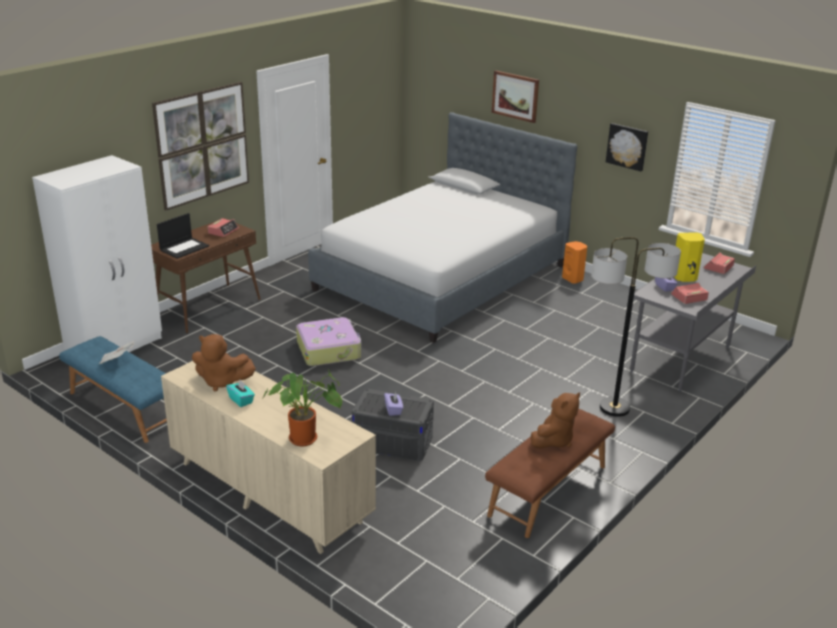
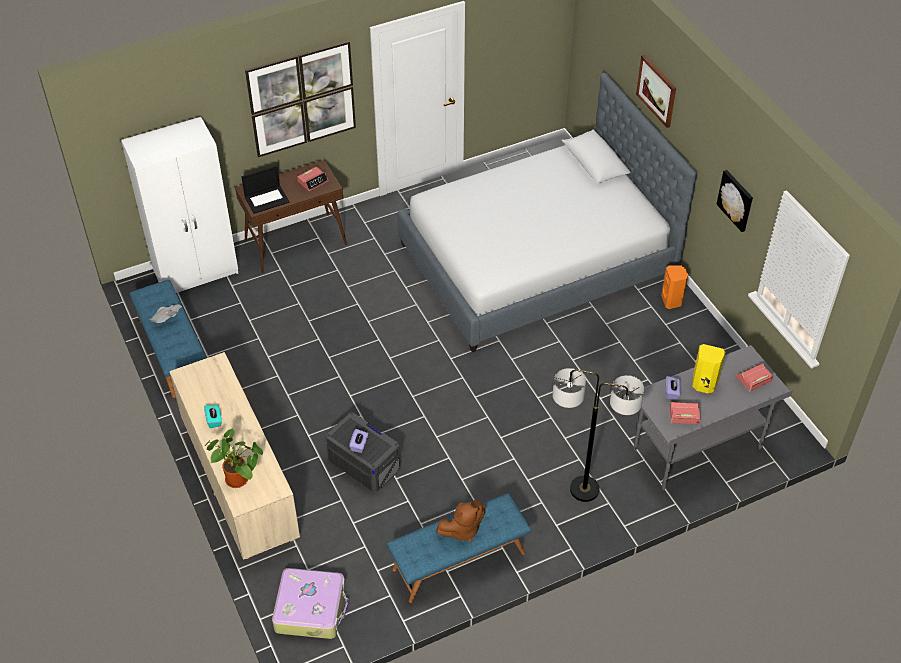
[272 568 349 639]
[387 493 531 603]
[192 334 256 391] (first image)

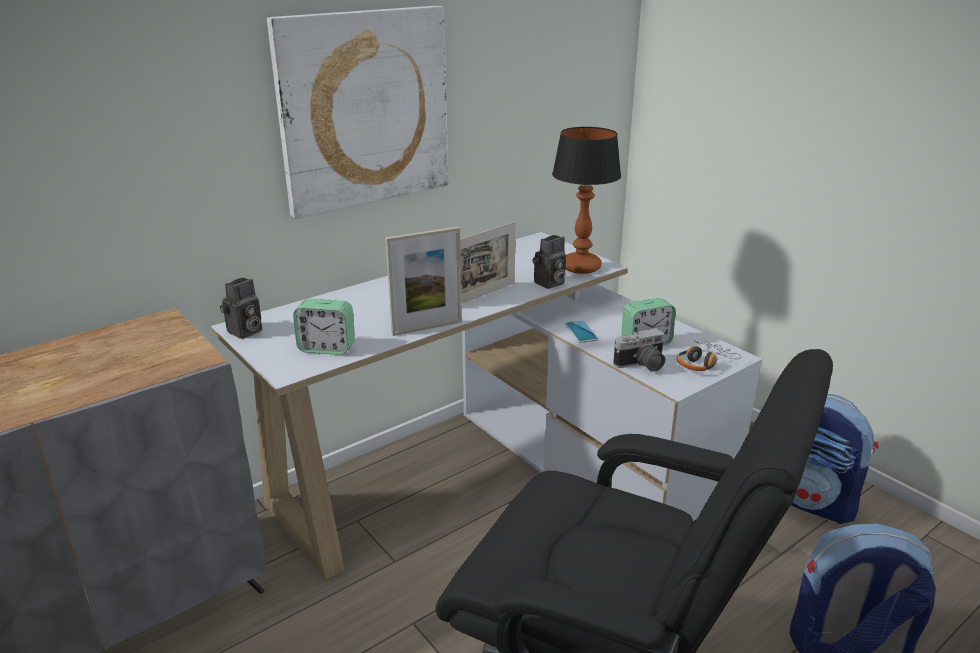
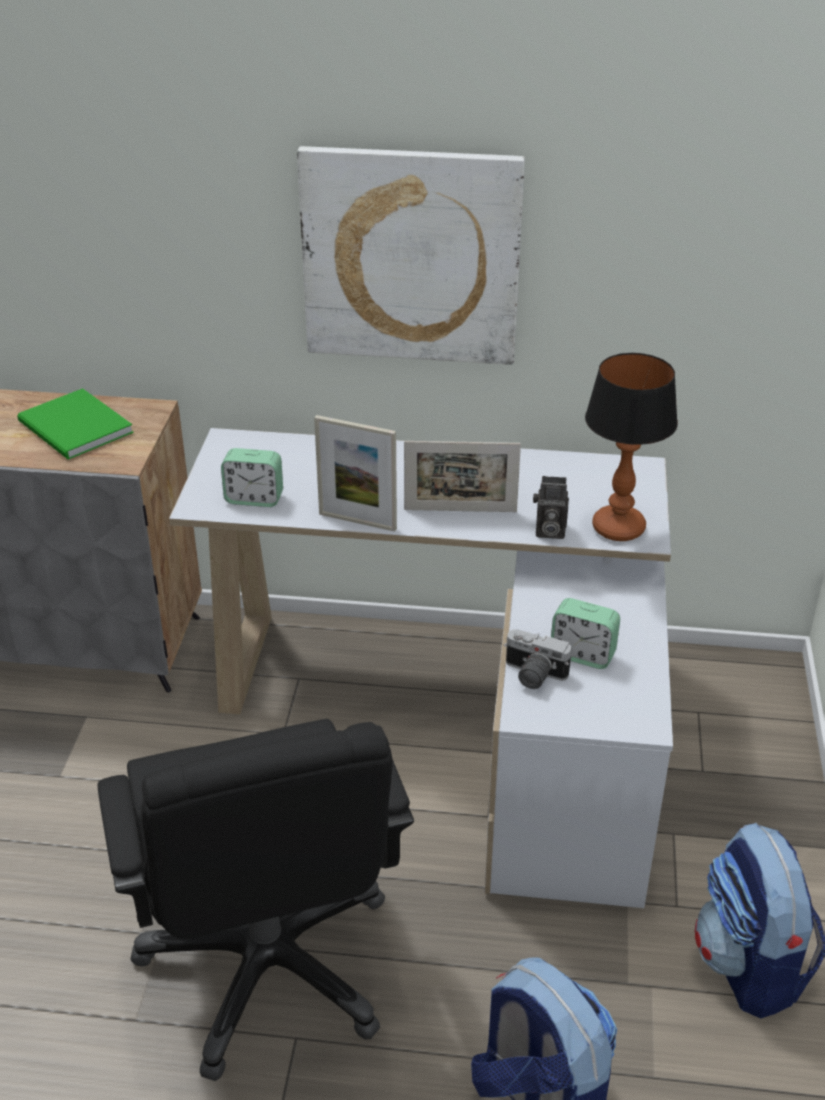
[17 388 134 460]
[221 448 283 507]
[220 278 262 339] (first image)
[565 321 599 343] (first image)
[677 341 741 371] (first image)

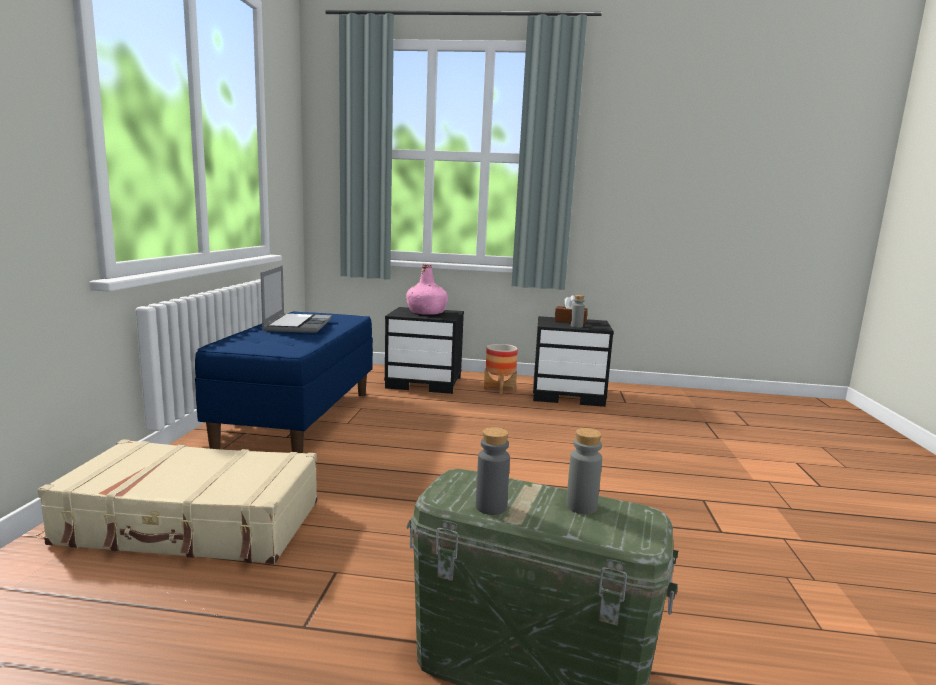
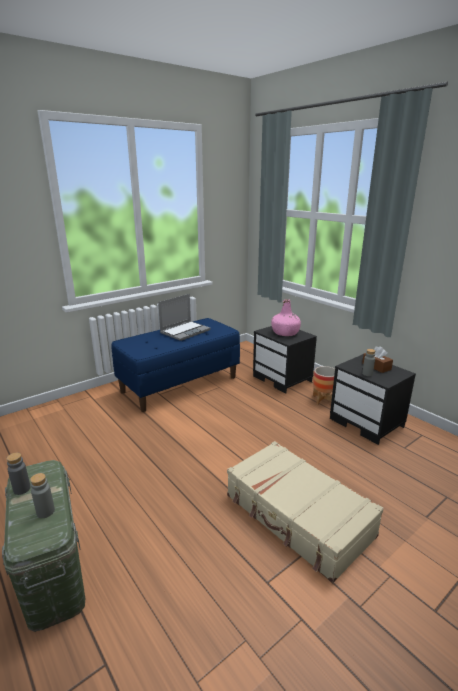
[227 441 384 583]

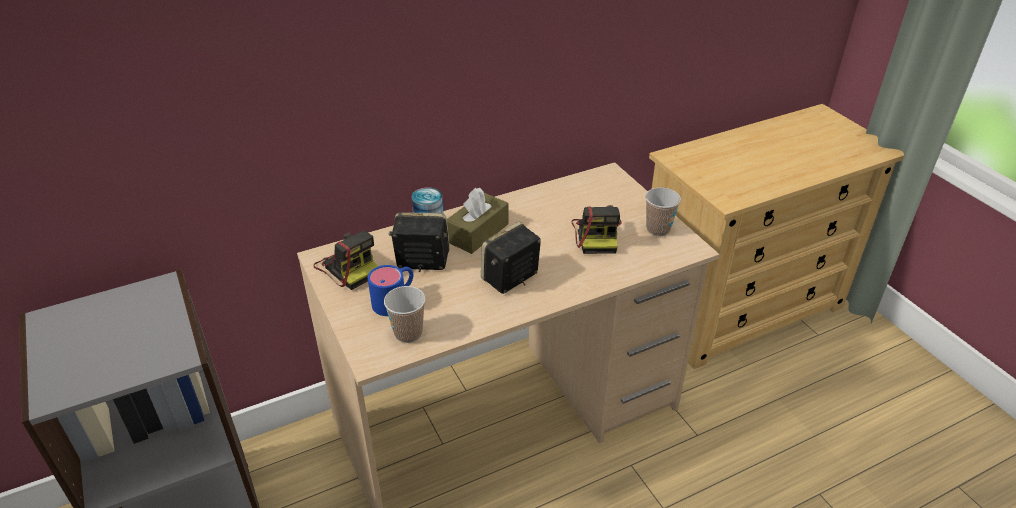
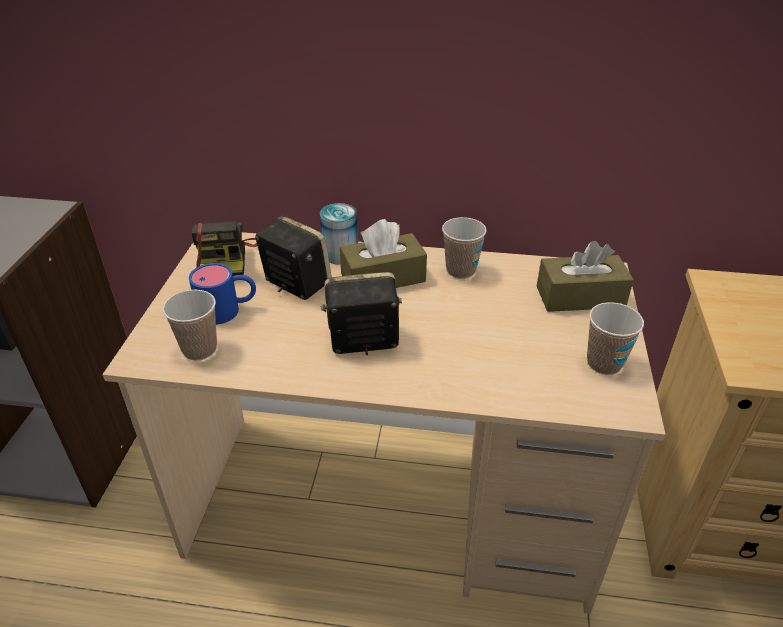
[442 217 487 279]
[537 241 634 312]
[572 205 621 254] (first image)

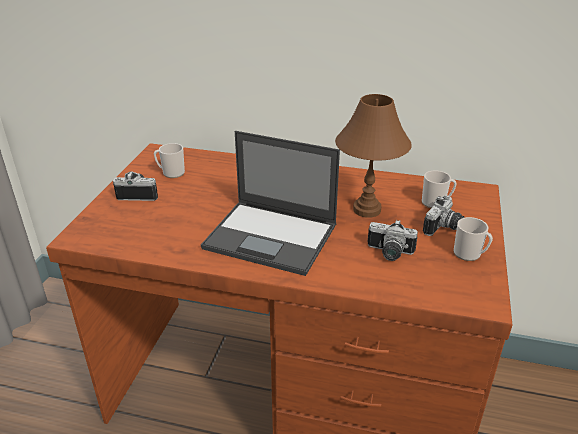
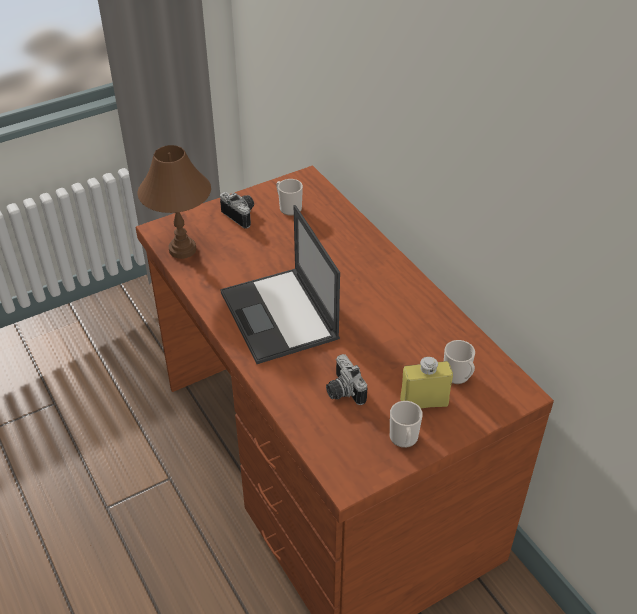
[138 145 211 259]
[400 357 453 409]

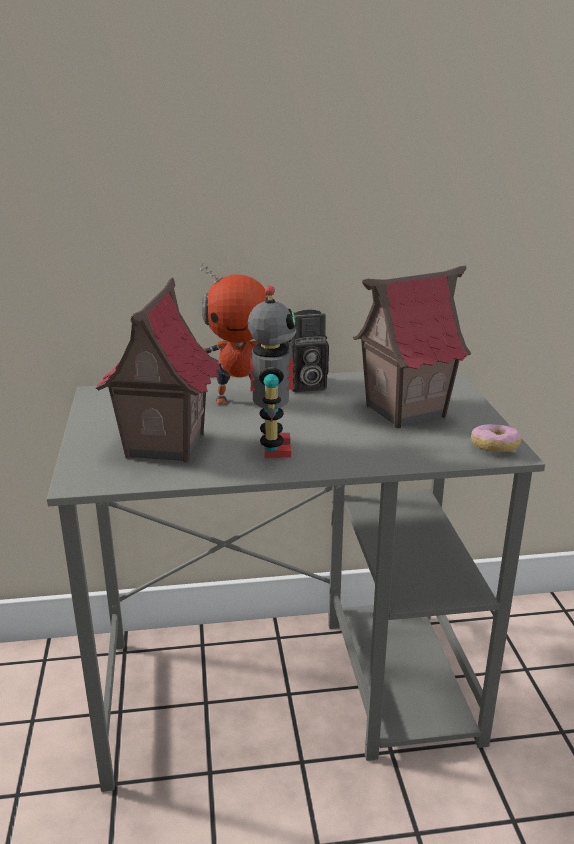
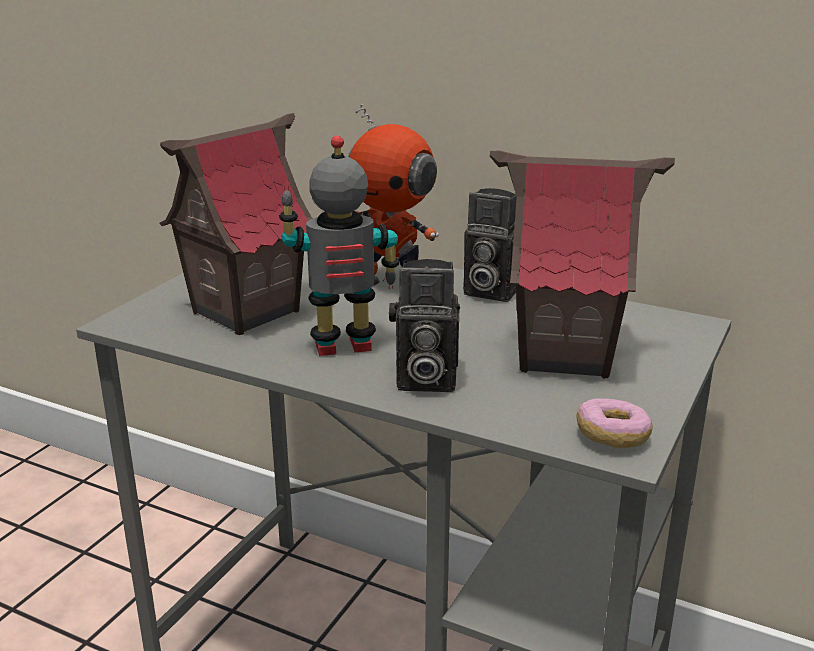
[279 136 399 356]
[389 259 460 392]

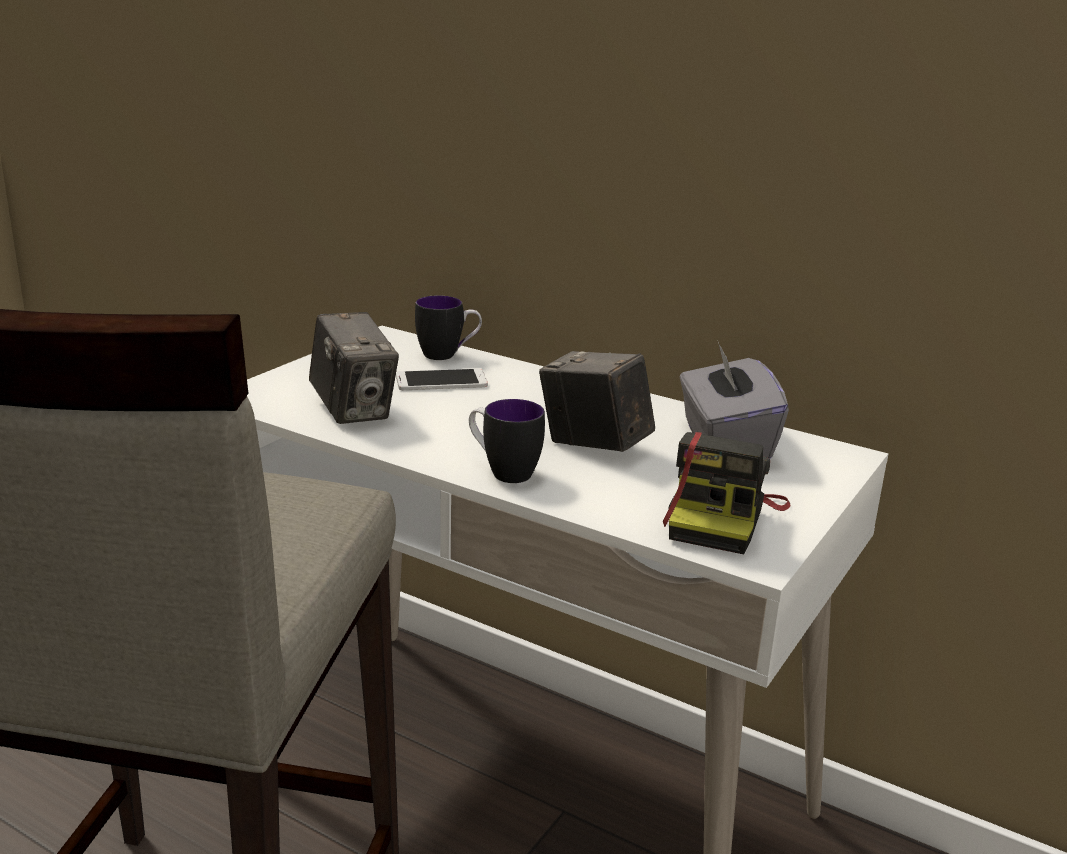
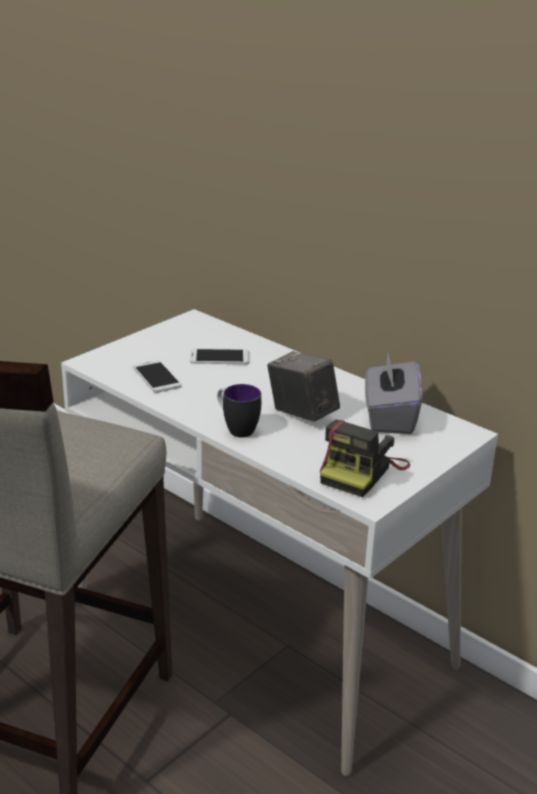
[133 360 182 393]
[415 295 482 360] (first image)

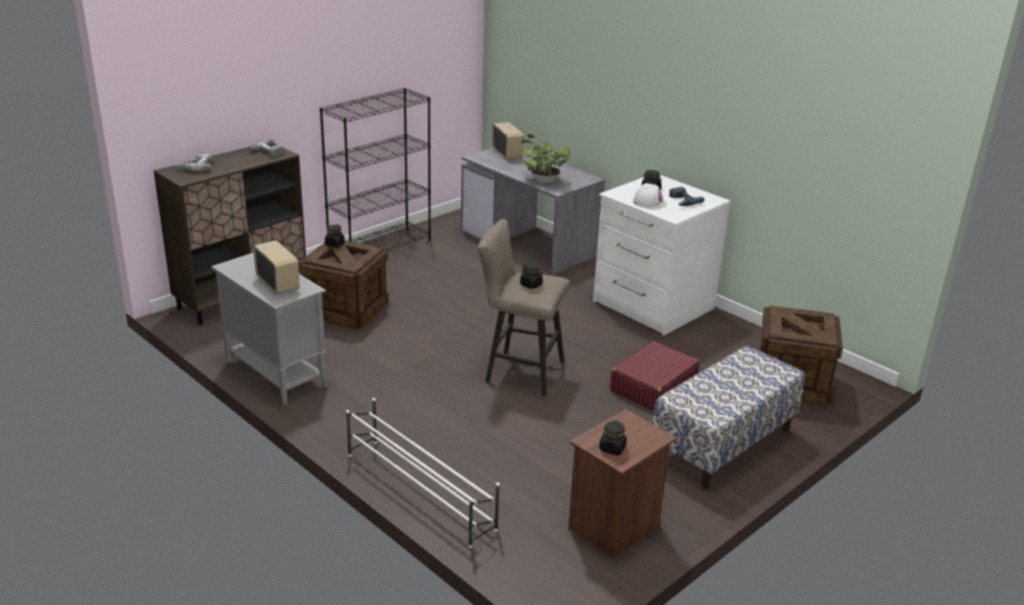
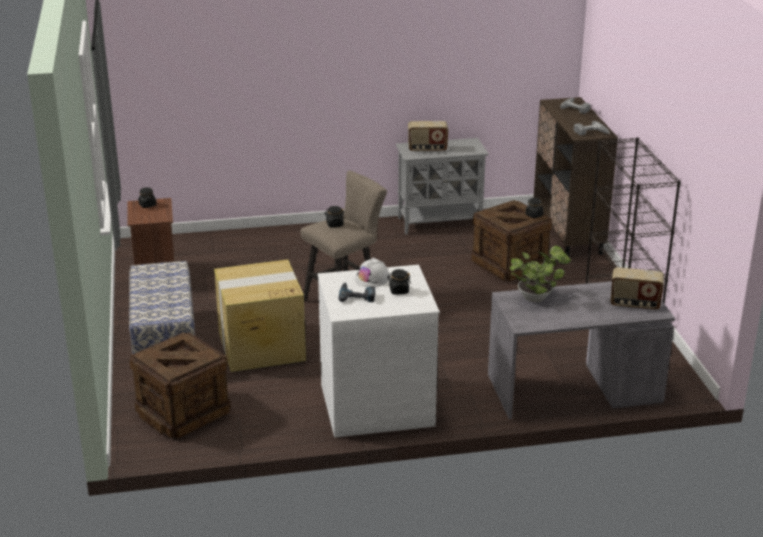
[214 259 306 372]
[346 398 500 548] (first image)

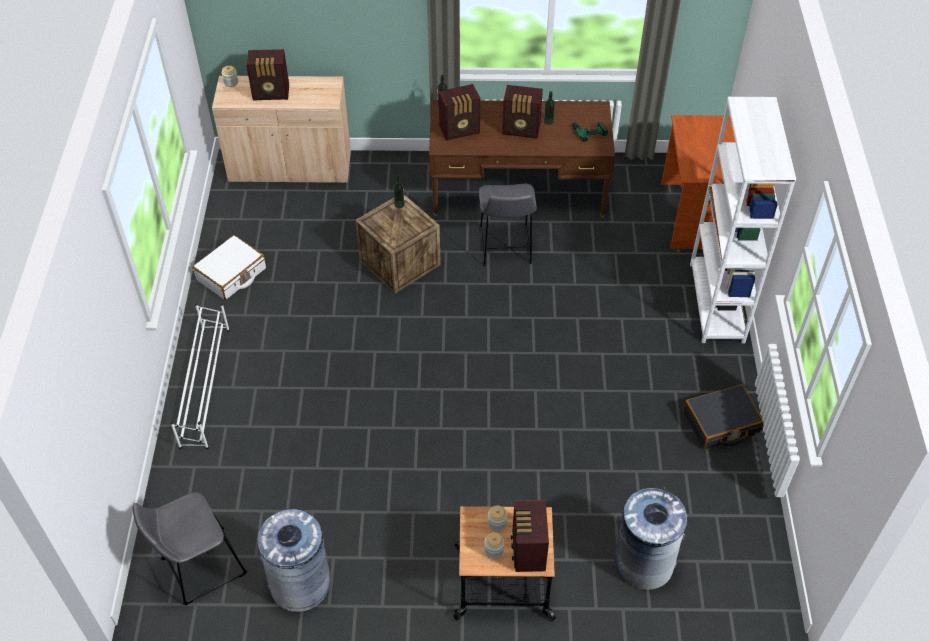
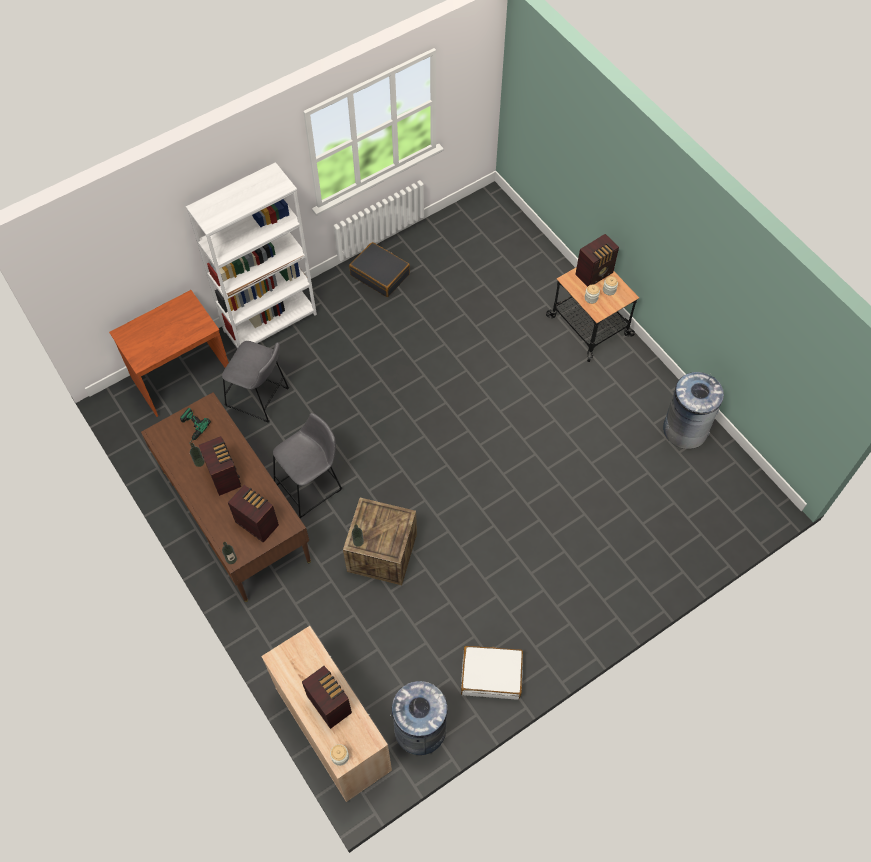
[222 341 289 423]
[390 681 448 755]
[170 303 230 449] (first image)

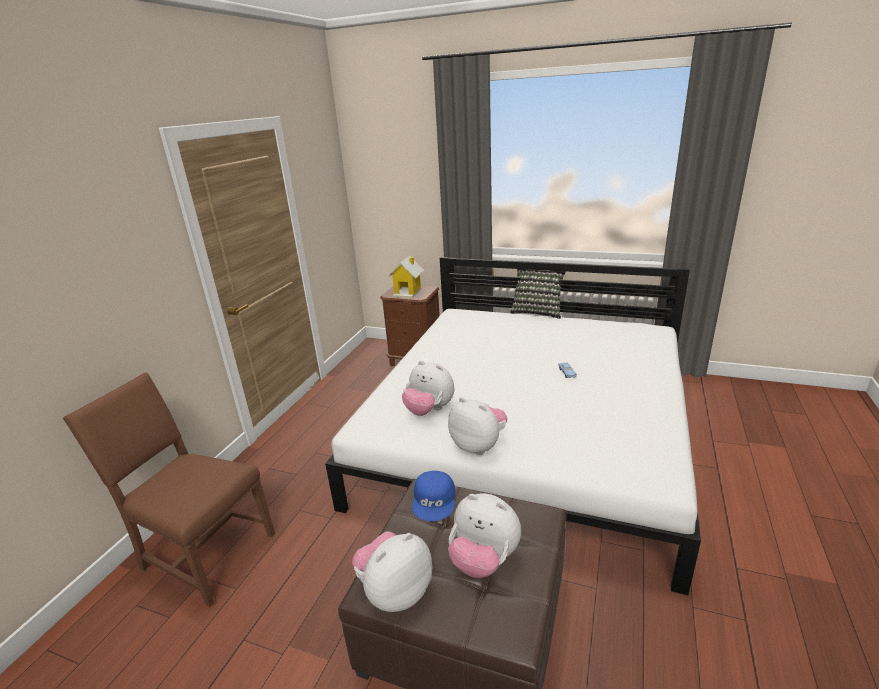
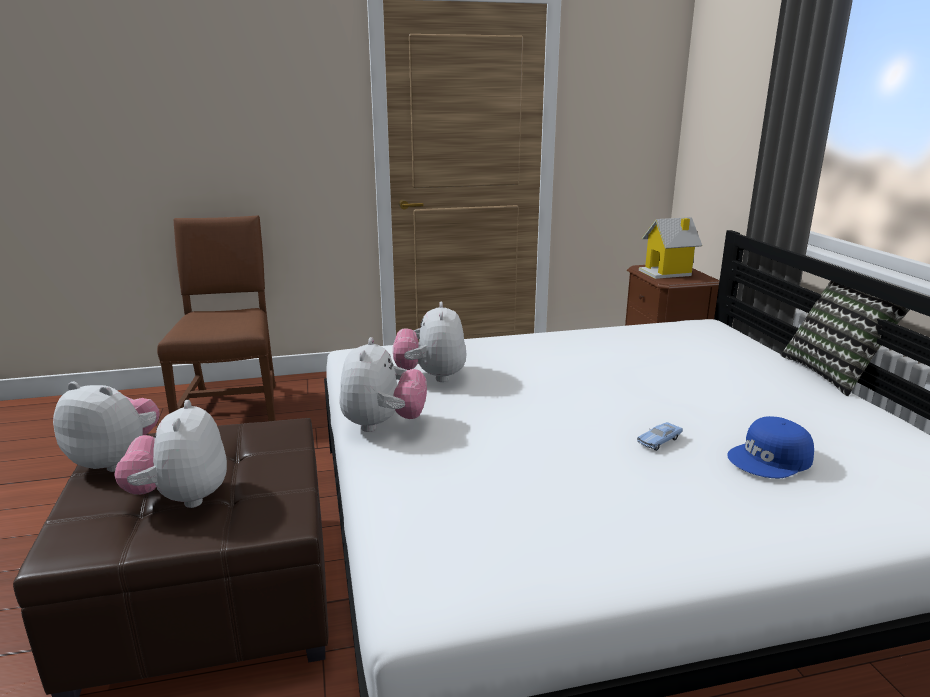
[727 416 814 478]

